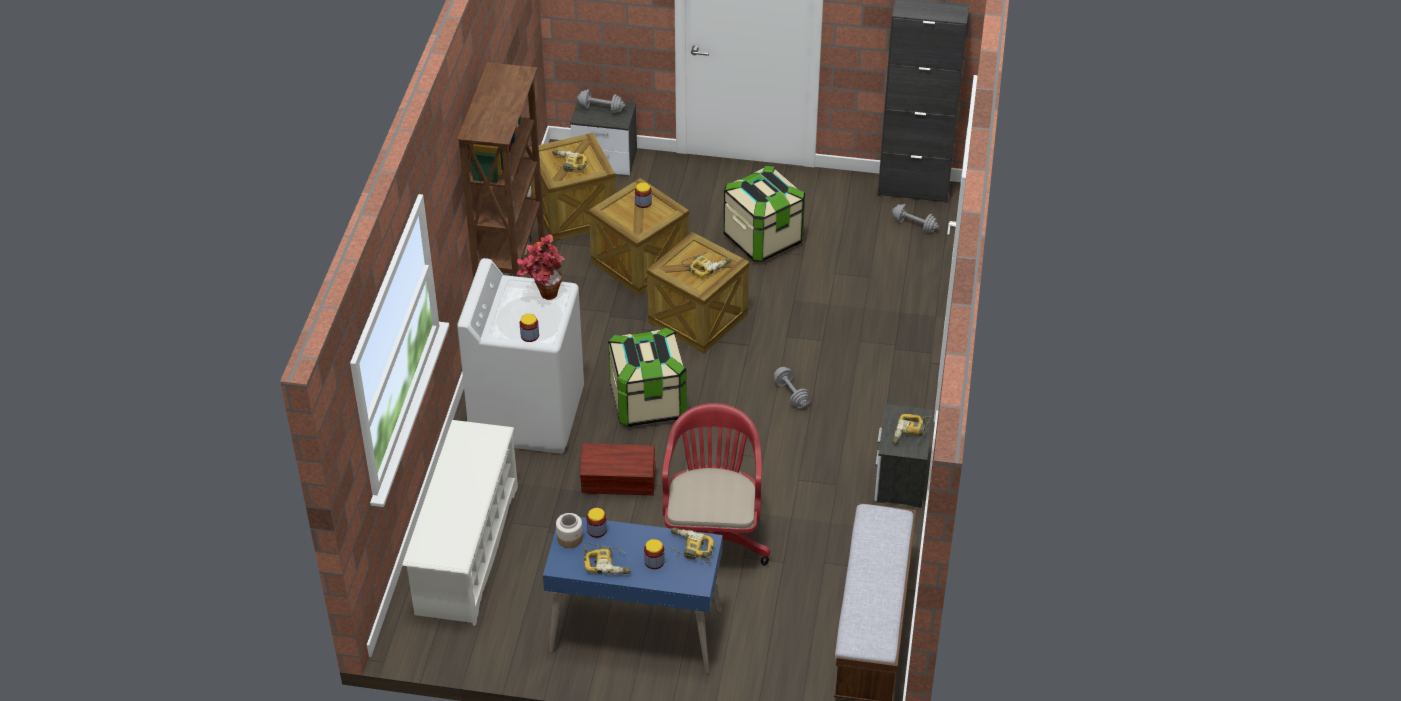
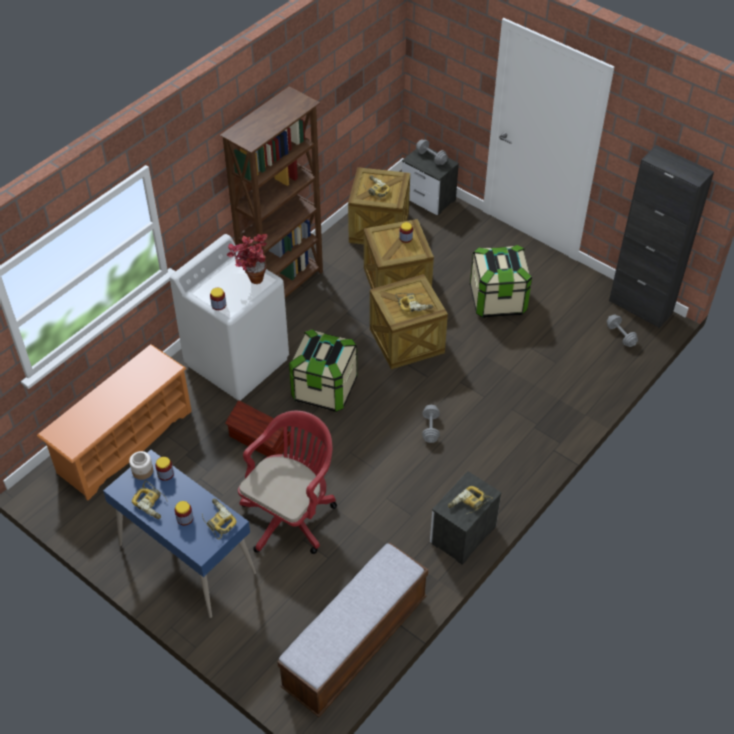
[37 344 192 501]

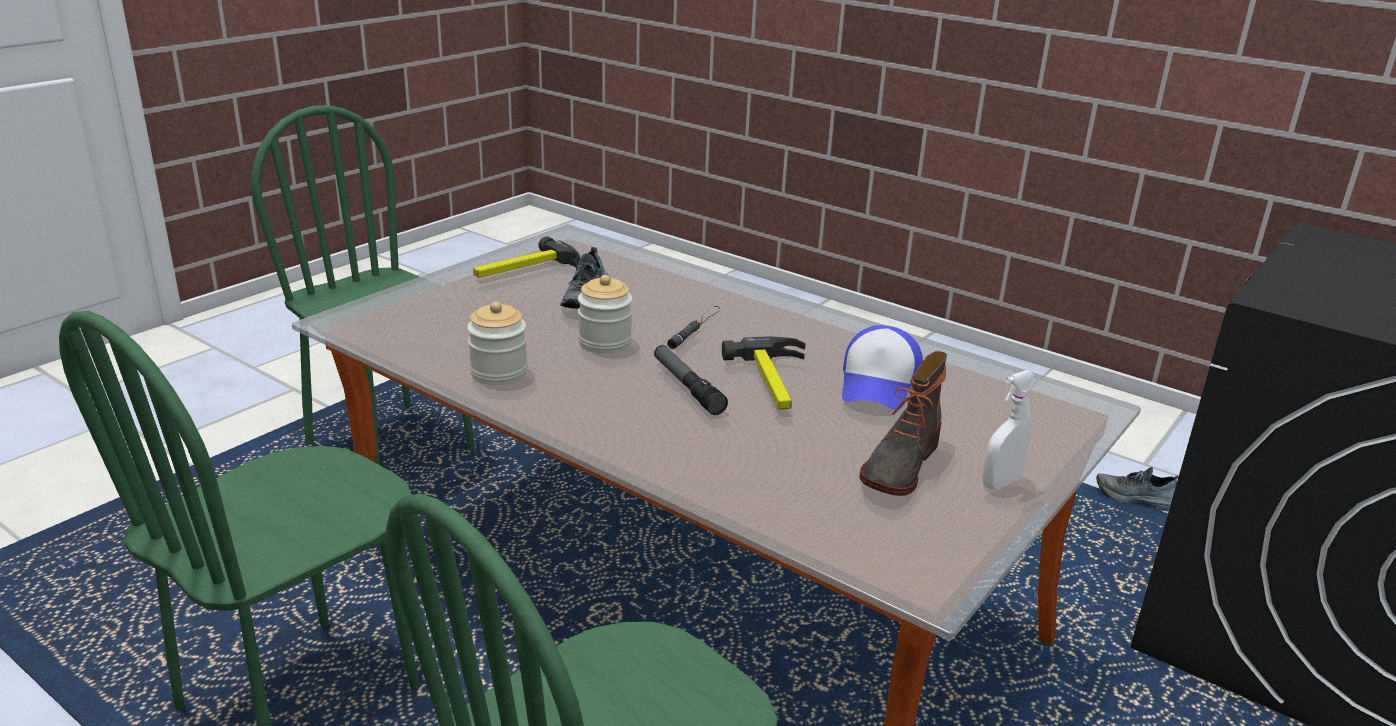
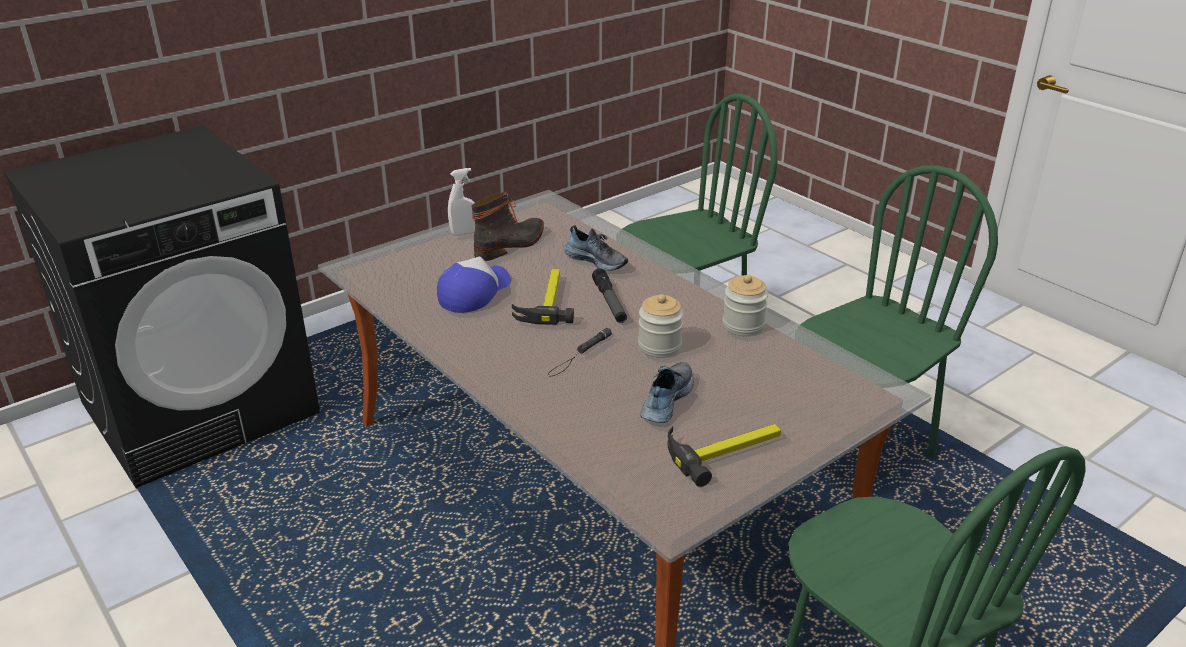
[563 225 628 271]

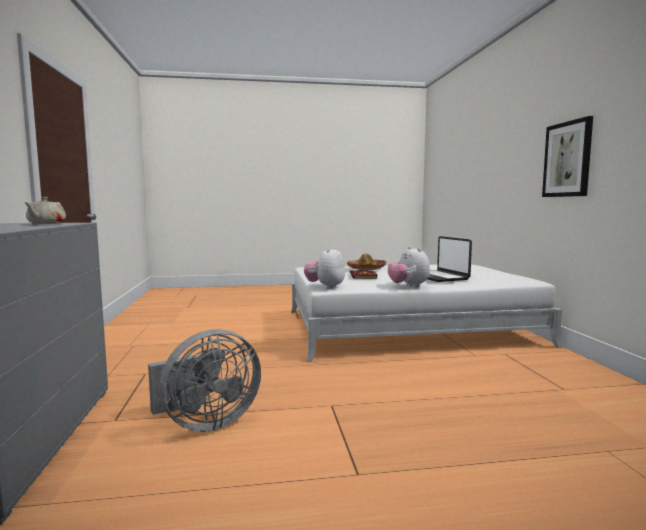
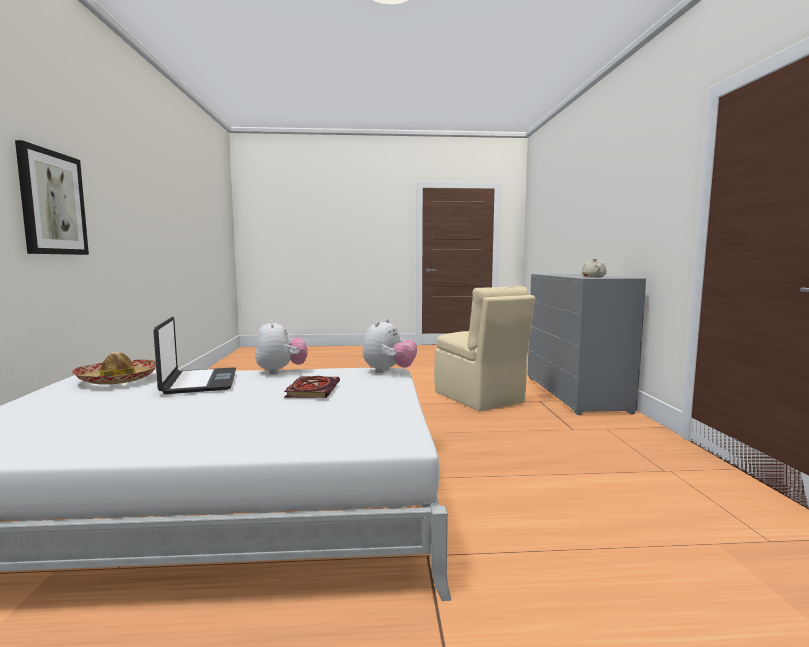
[72 351 156 385]
[434 286 535 411]

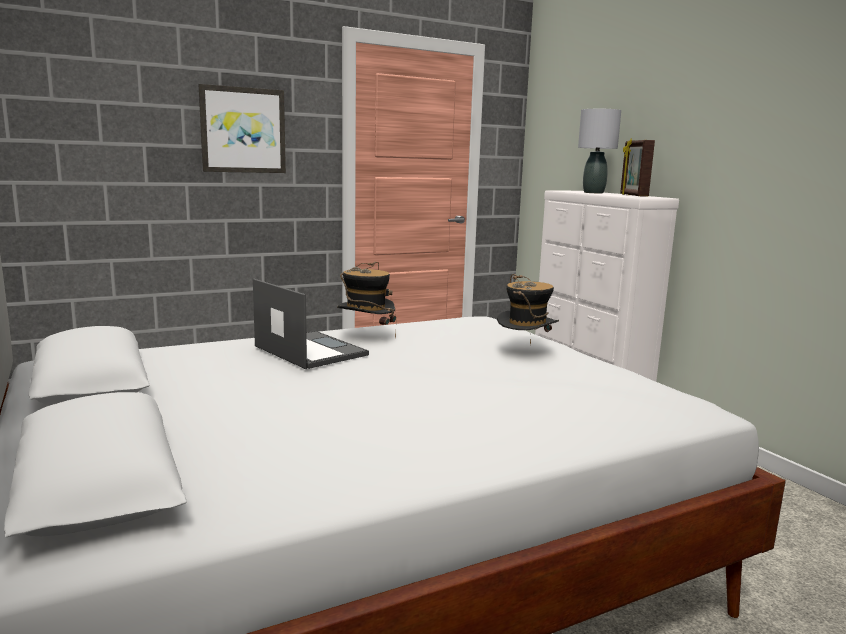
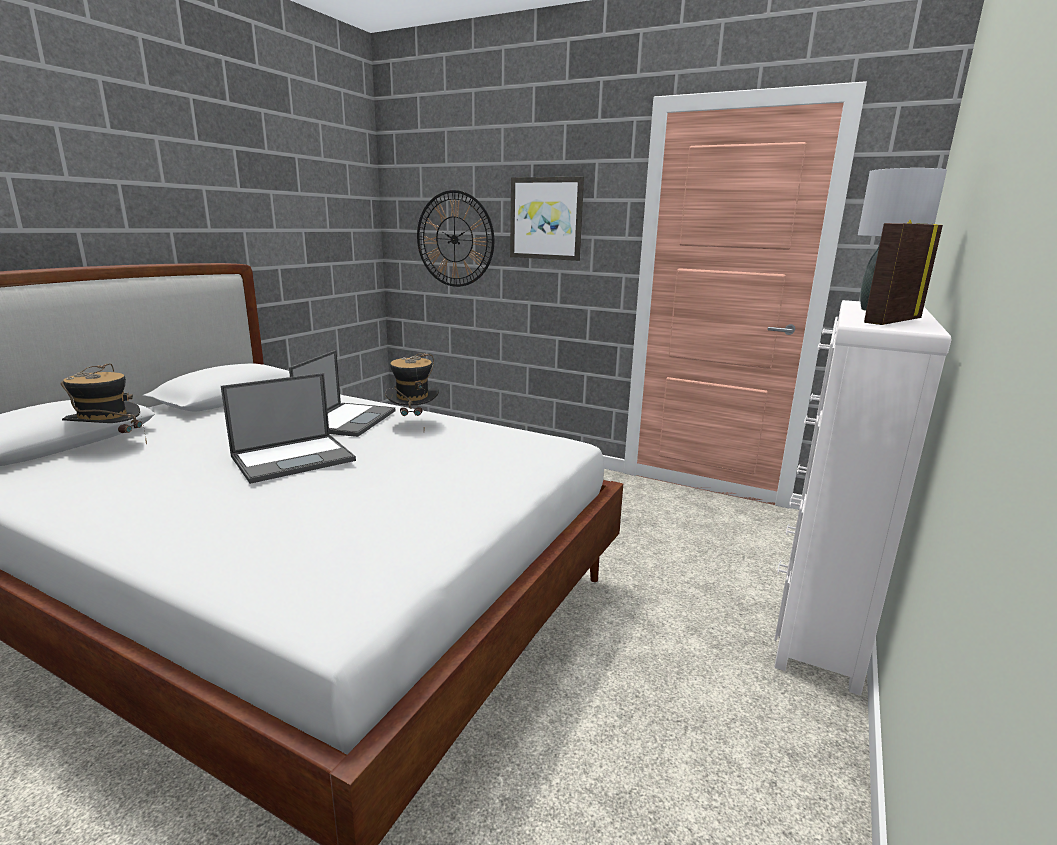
[61 364 147 445]
[221 373 356 484]
[417 190 494 287]

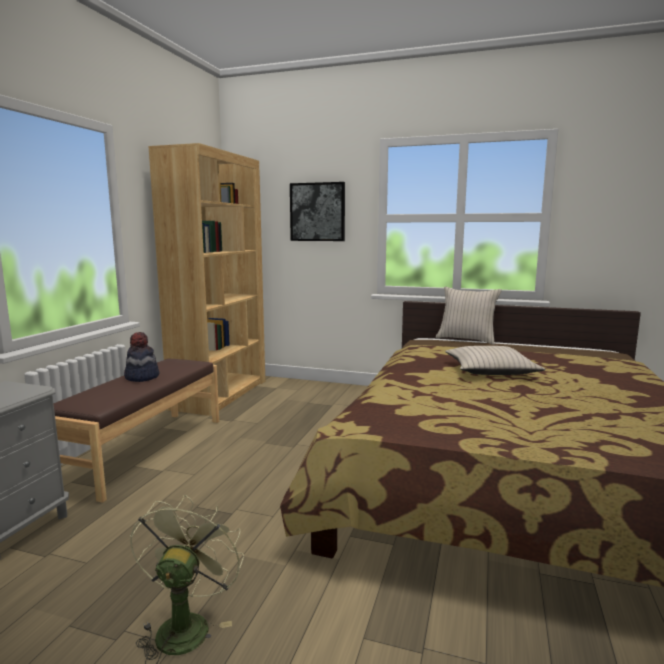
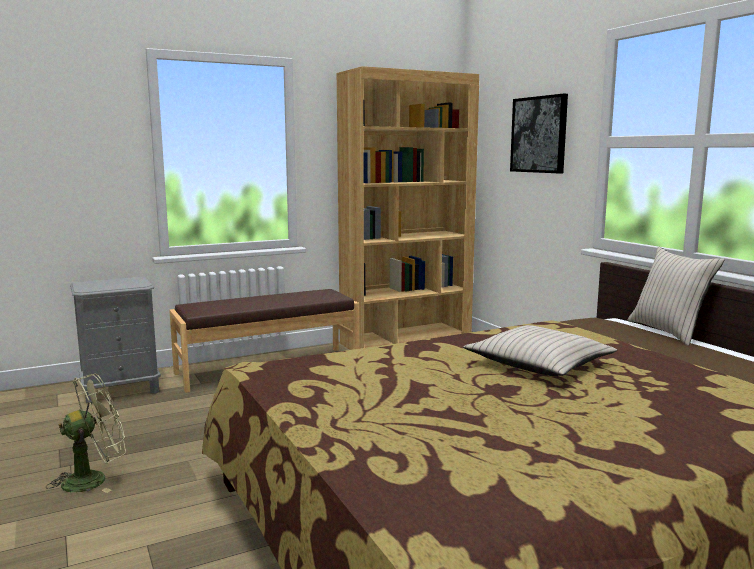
[124 332 160 382] (first image)

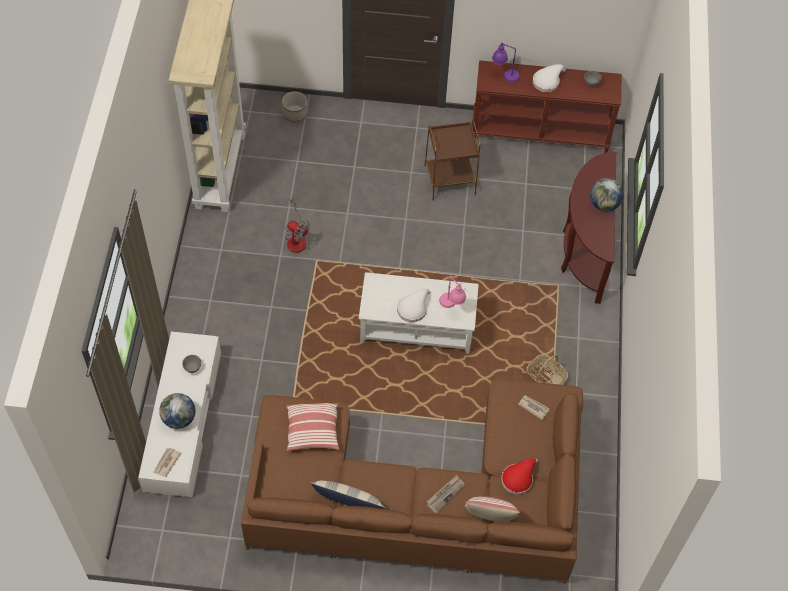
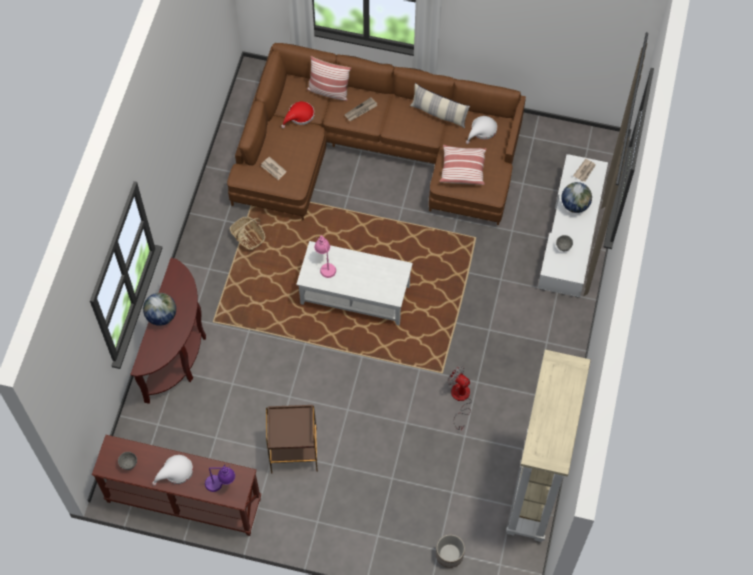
[466 116 497 144]

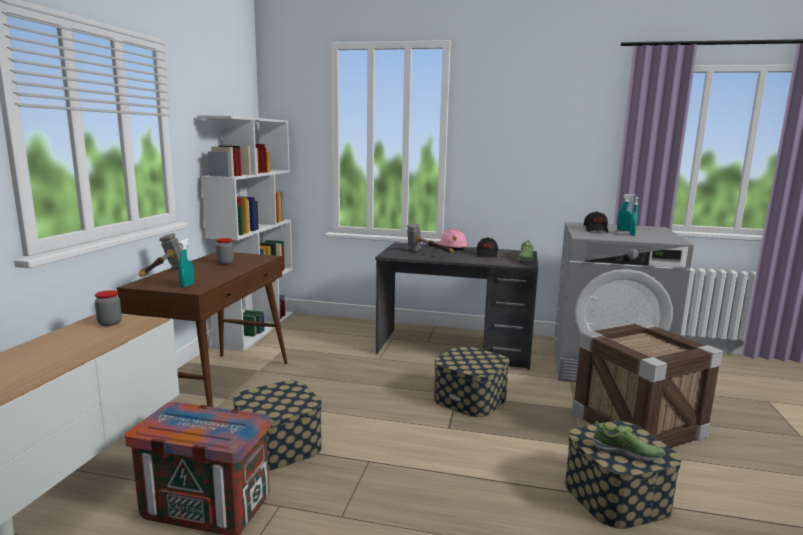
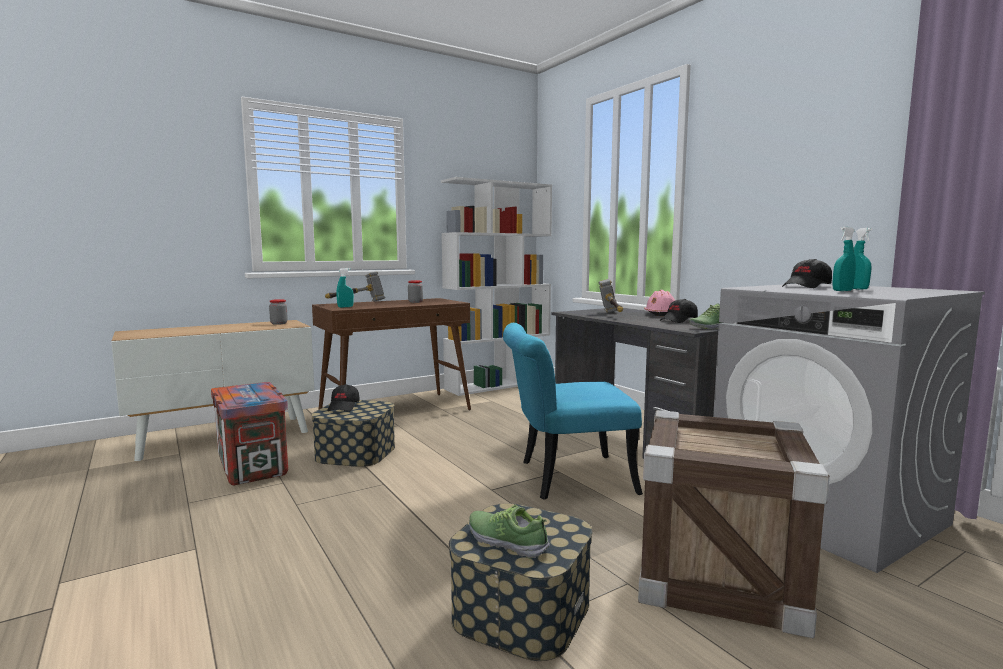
[327 384 359 411]
[469 504 550 559]
[503 323 643 499]

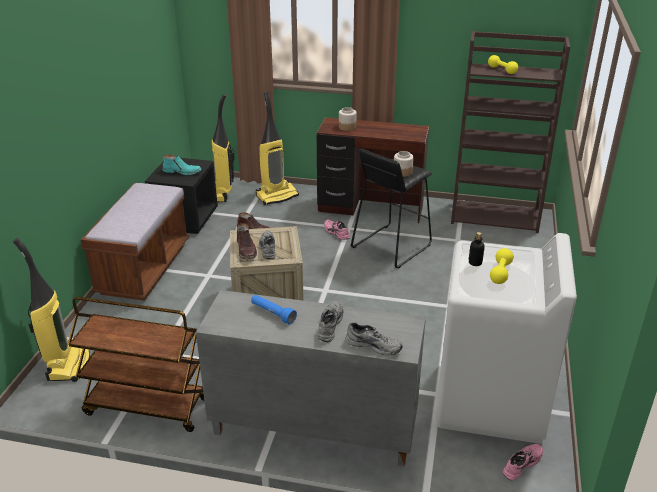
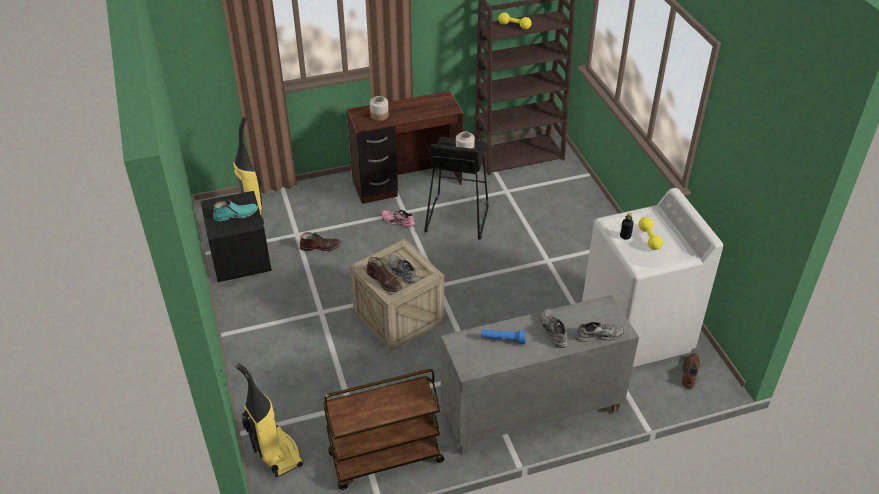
[682 353 700 389]
[81 183 189 301] (first image)
[256 91 299 205] (first image)

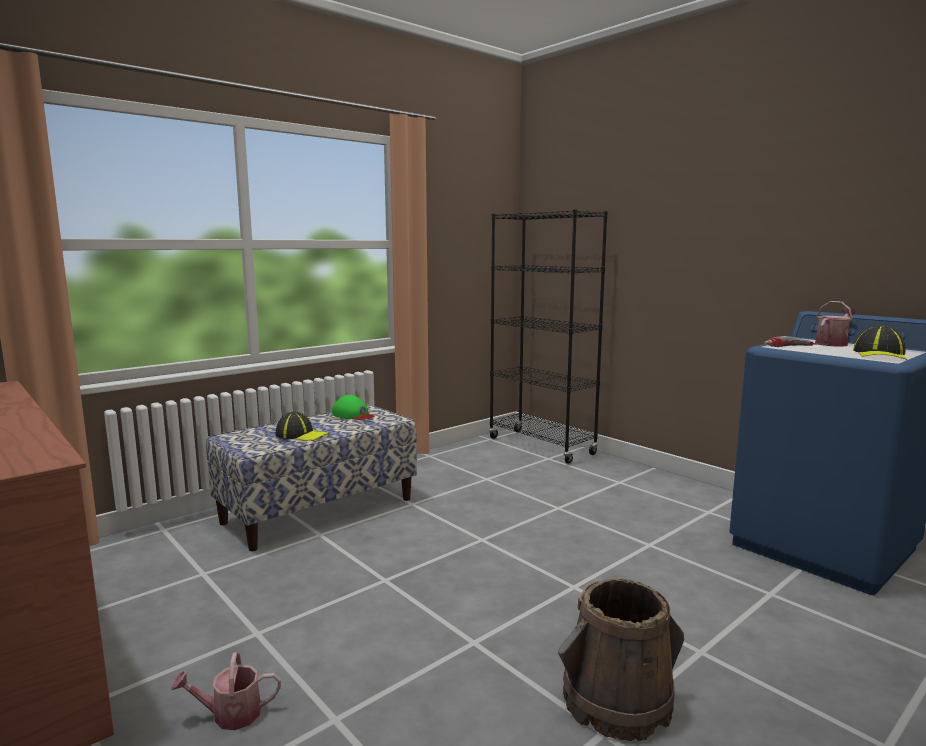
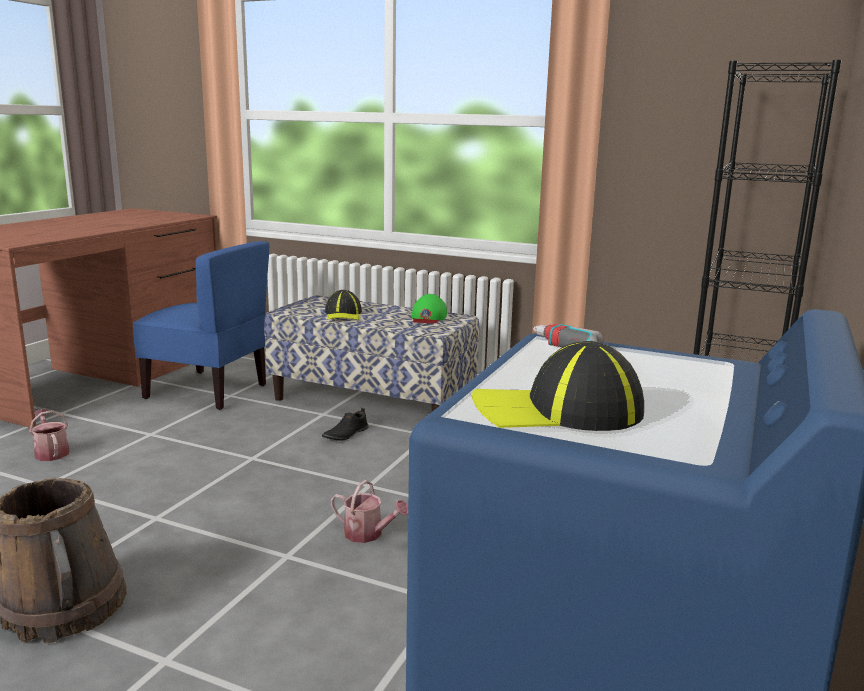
[132 241 269 410]
[322 408 369 440]
[331 480 408 543]

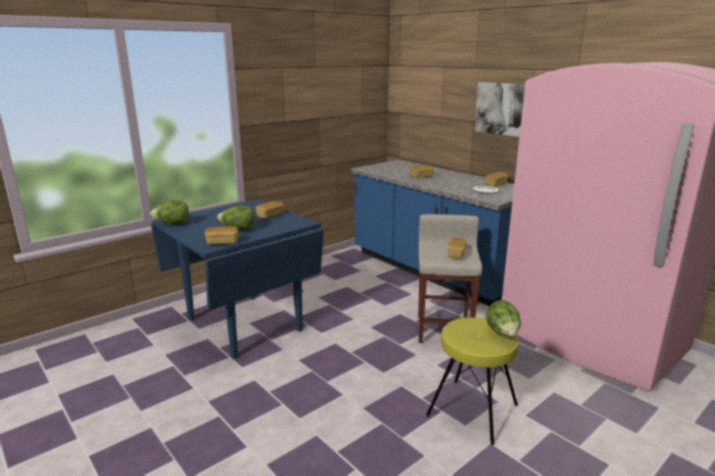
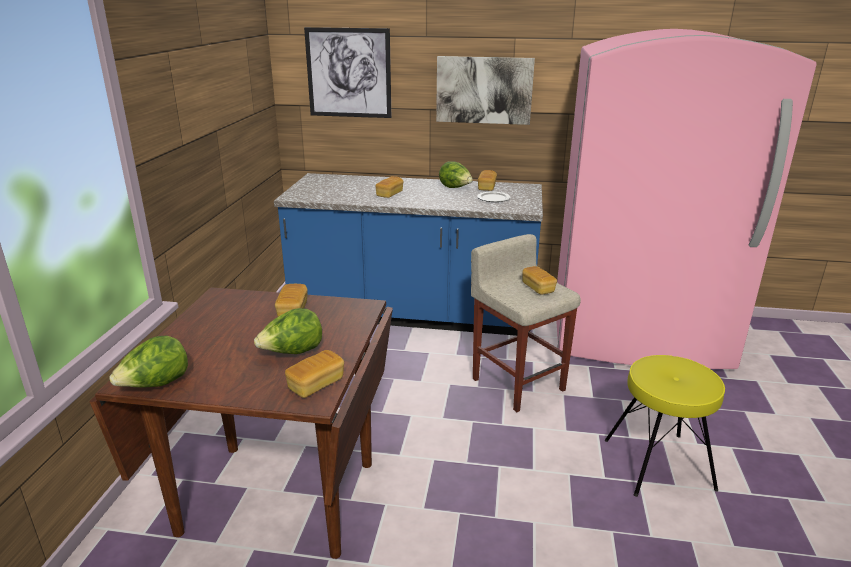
[90 287 393 559]
[304 27 391 118]
[439 161 473 188]

